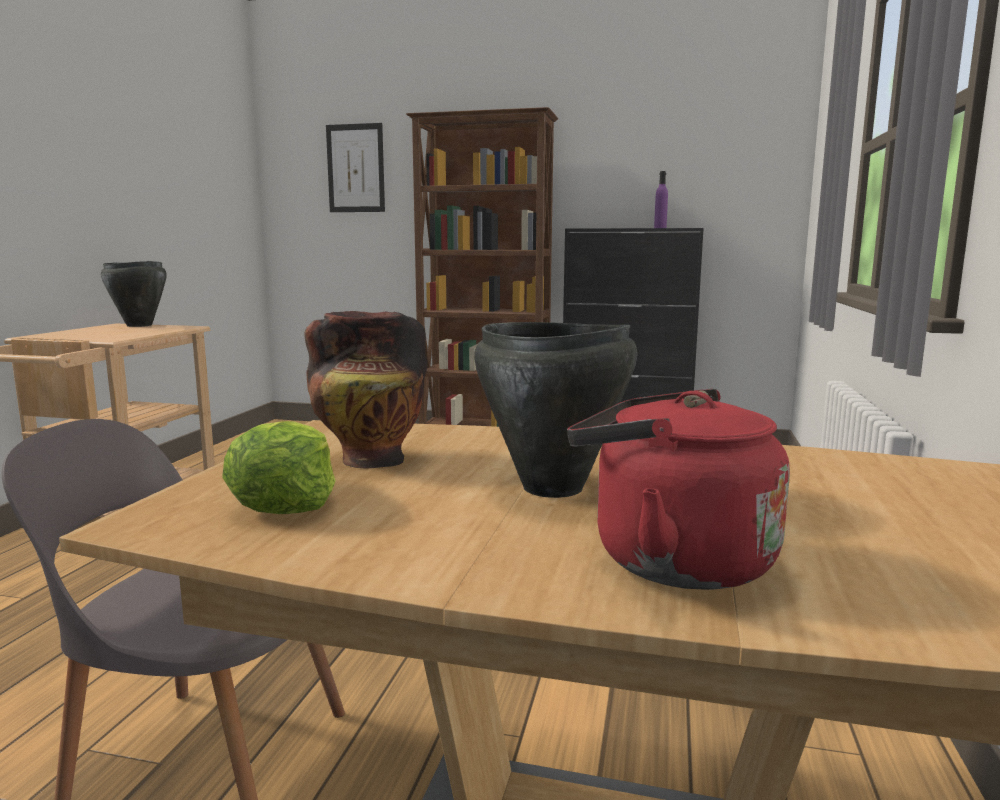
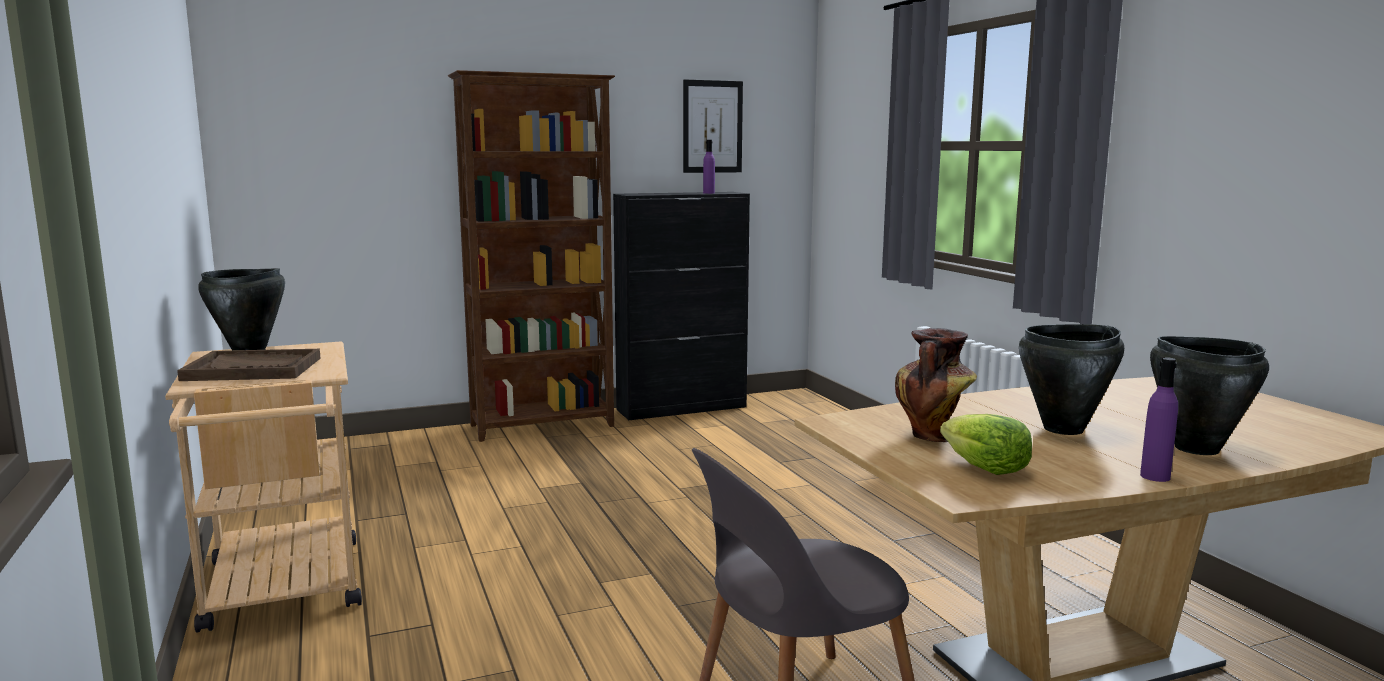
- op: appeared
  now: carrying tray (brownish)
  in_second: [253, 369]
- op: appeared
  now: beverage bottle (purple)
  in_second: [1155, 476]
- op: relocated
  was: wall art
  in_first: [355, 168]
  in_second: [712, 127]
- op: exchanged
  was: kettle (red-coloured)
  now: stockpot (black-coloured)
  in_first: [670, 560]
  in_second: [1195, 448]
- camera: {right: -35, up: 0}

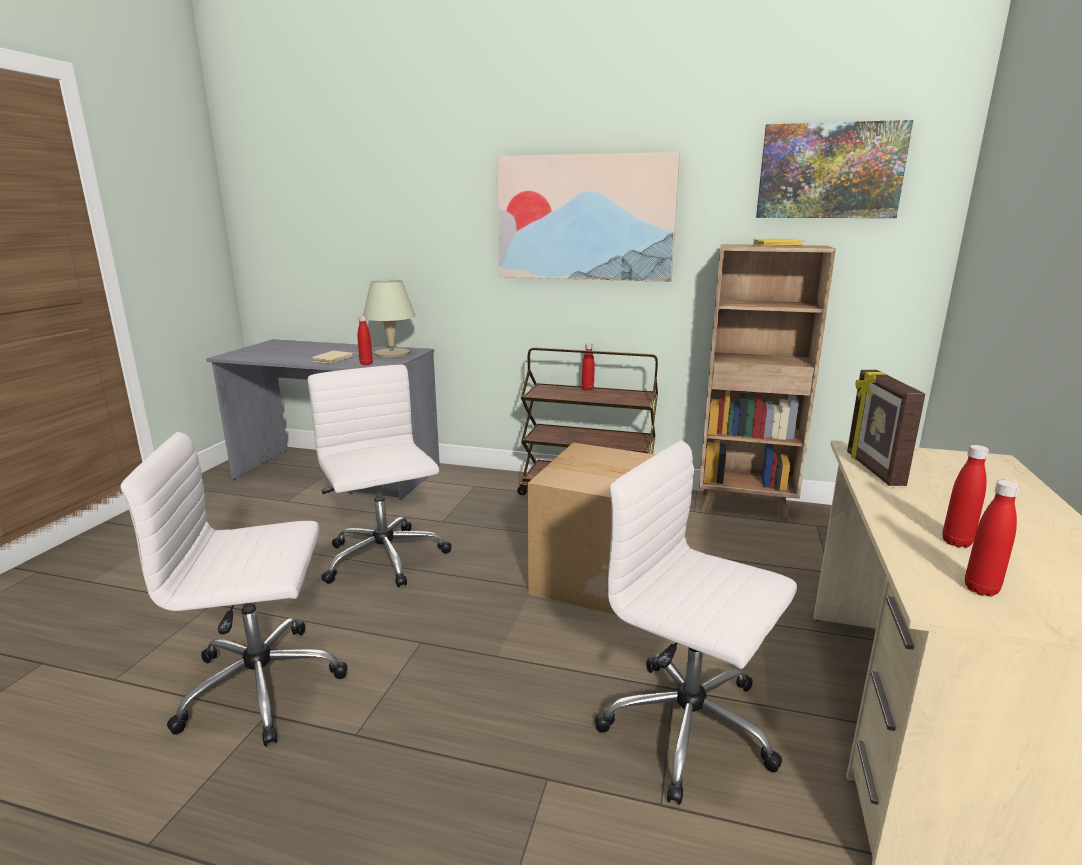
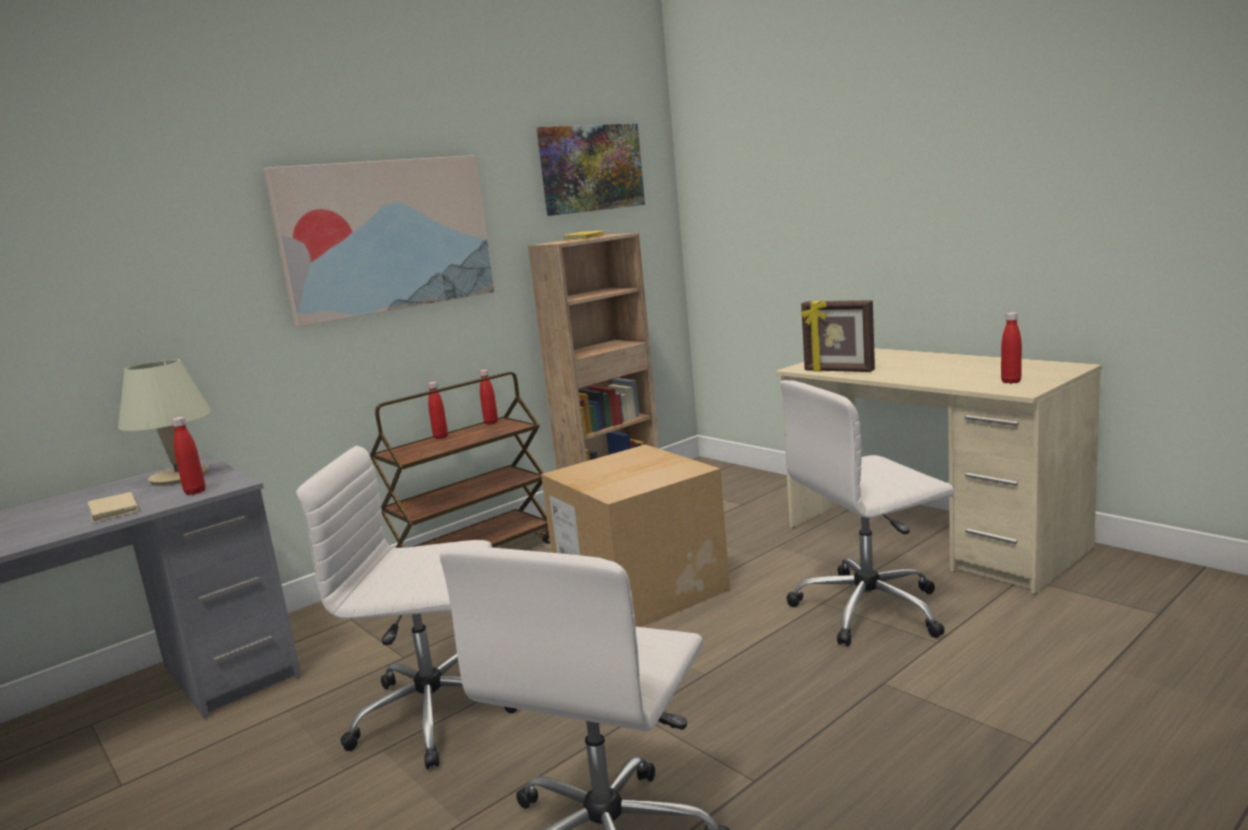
- op: relocated
  was: beverage bottle (red-coloured)
  in_first: [956, 542]
  in_second: [491, 423]
- camera: {right: -55, up: -5}

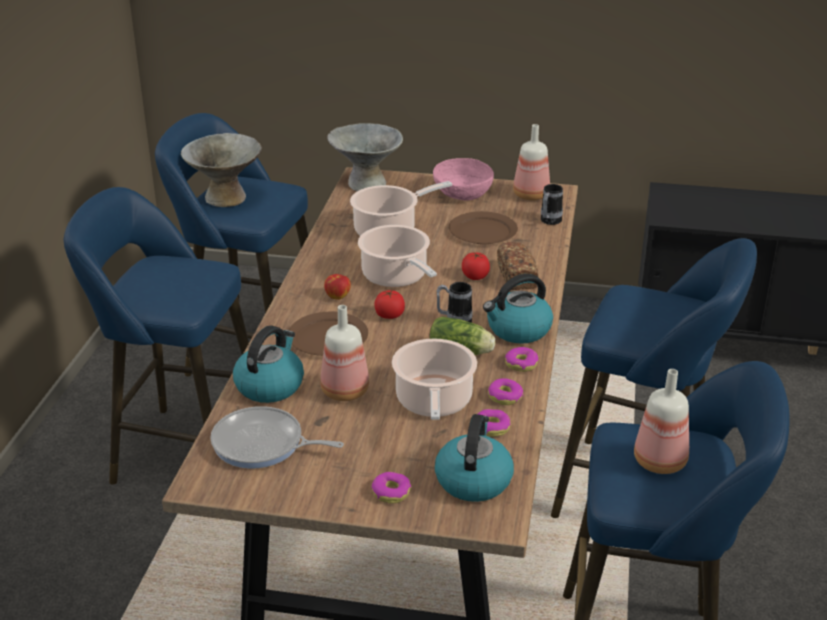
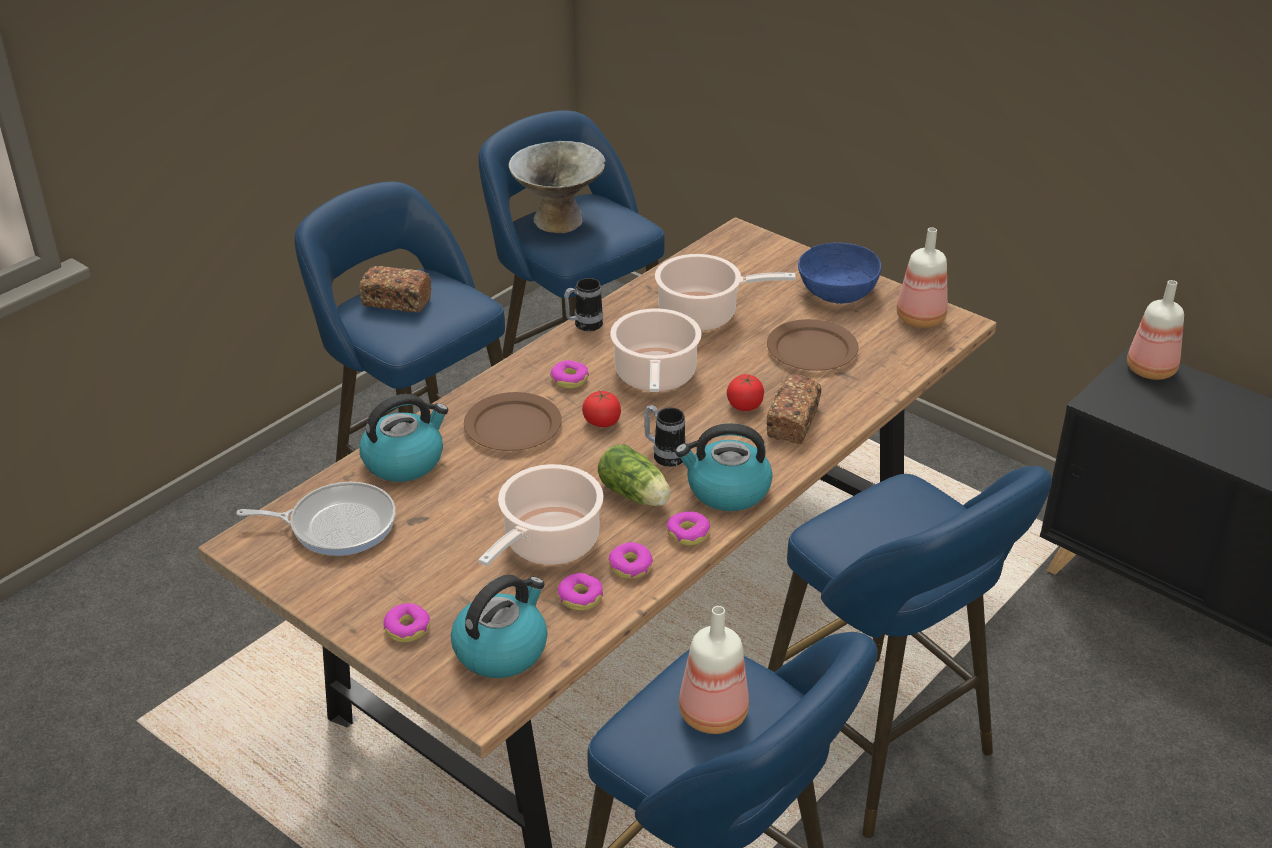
- op: missing
  was: bowl (gray)
  in_first: [366, 183]
- op: appeared
  now: bakery bread
  in_second: [396, 301]
- op: relocated
  was: beverage bottle
  in_first: [343, 391]
  in_second: [1149, 369]
- op: relocated
  was: mug
  in_first: [549, 222]
  in_second: [583, 326]
- op: exchanged
  was: whole apple
  now: donut
  in_first: [337, 296]
  in_second: [569, 379]
- op: colour
  was: bowl (pinkish)
  now: bowl (blue)
  in_first: [462, 193]
  in_second: [837, 292]
- op: spun
  was: skillet
  in_first: [262, 445]
  in_second: [337, 525]
  clockwise: 135
- camera: {right: 30, up: 5}

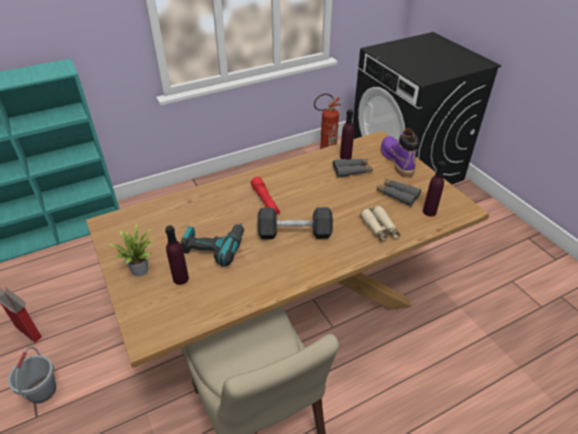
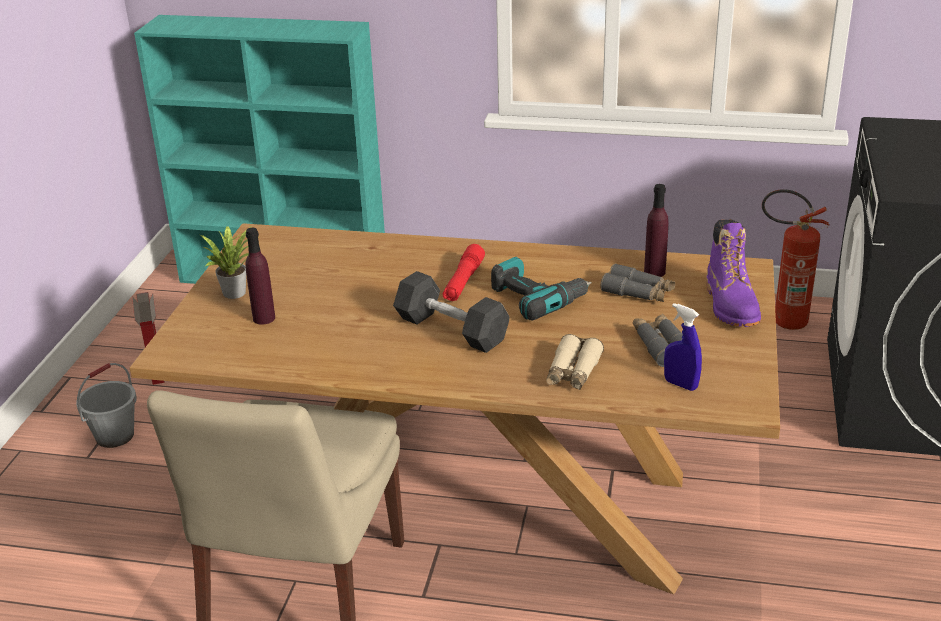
- op: relocated
  was: power drill
  in_first: [214, 246]
  in_second: [537, 298]
- op: exchanged
  was: beverage bottle (purple)
  now: spray bottle (blue)
  in_first: [429, 212]
  in_second: [680, 384]
- op: spun
  was: boot (purple)
  in_first: [396, 161]
  in_second: [731, 305]
  clockwise: 150
- camera: {right: 40, up: -10}

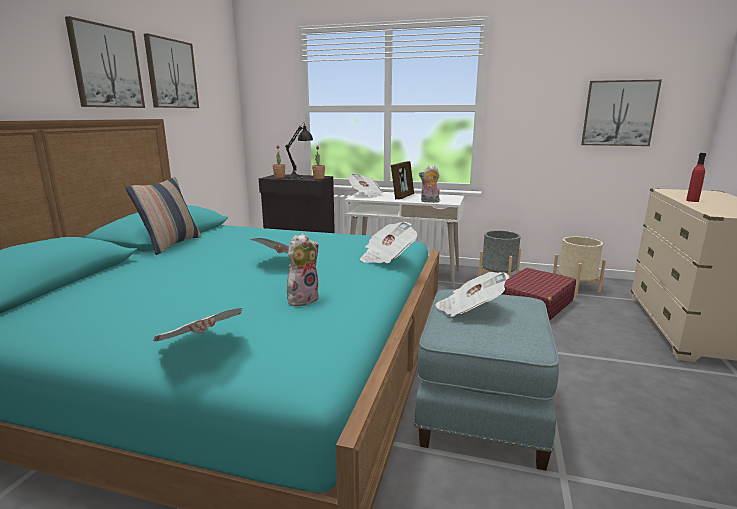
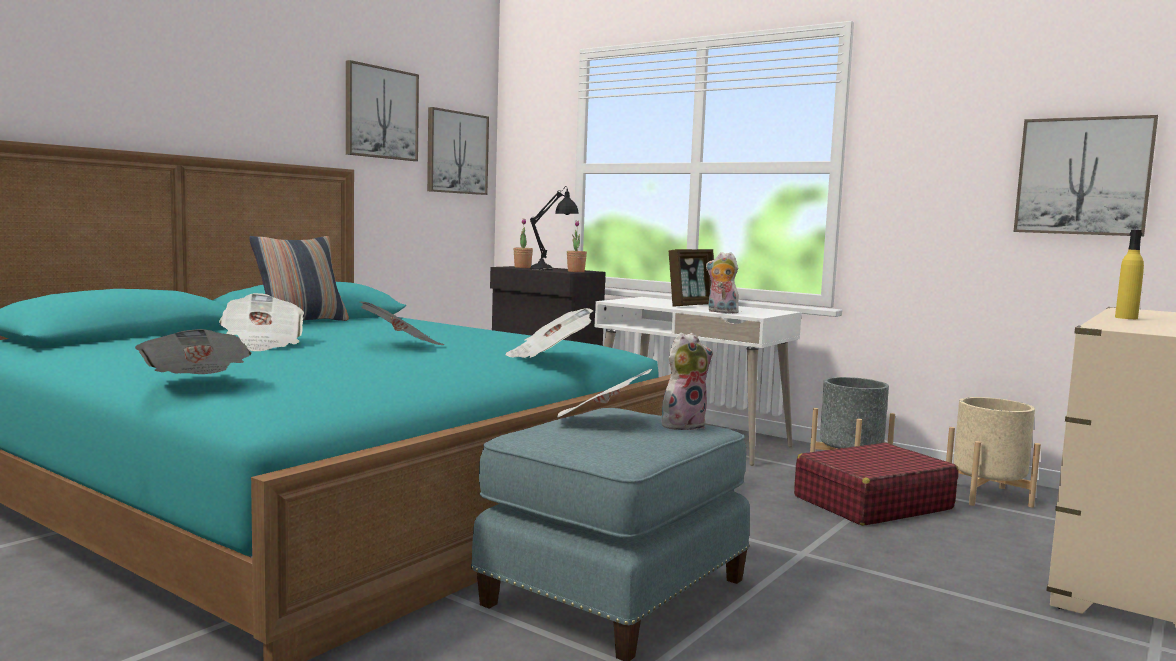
- op: relocated
  was: wall art
  in_first: [106, 67]
  in_second: [456, 152]
- op: relocated
  was: plush toy
  in_first: [302, 299]
  in_second: [683, 425]
- op: relocated
  was: newspaper
  in_first: [365, 195]
  in_second: [263, 345]
- op: colour
  was: beverage bottle (red-coloured)
  now: beverage bottle (yellowish)
  in_first: [692, 200]
  in_second: [1126, 318]
- camera: {right: 20, up: -10}

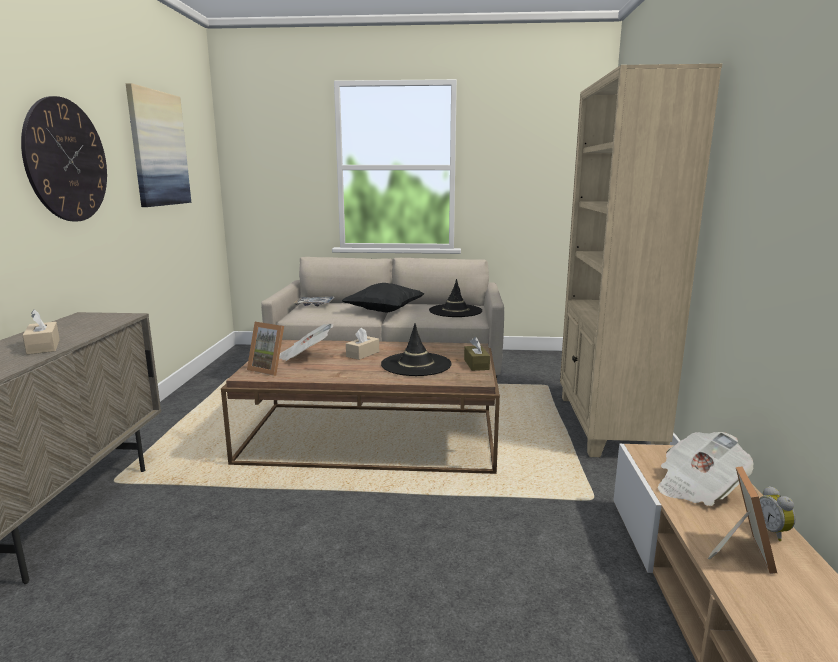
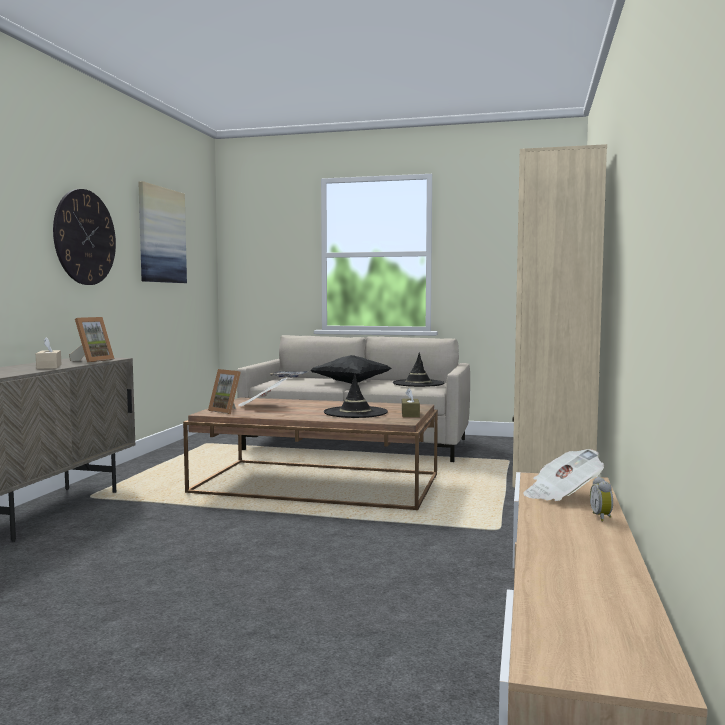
- op: missing
  was: tissue box (beige-coloured)
  in_first: [363, 354]
- op: relocated
  was: photo frame
  in_first: [740, 551]
  in_second: [92, 360]
- camera: {right: 10, up: -10}

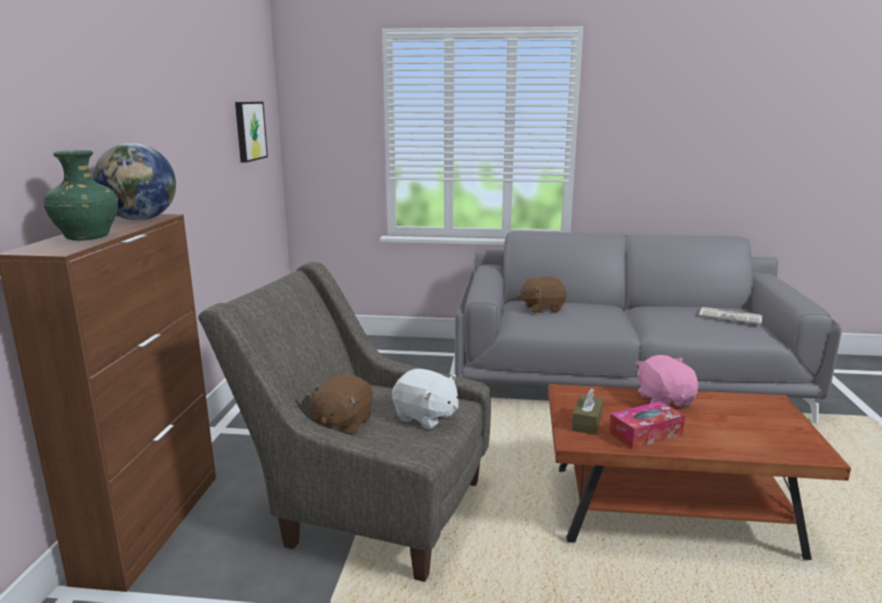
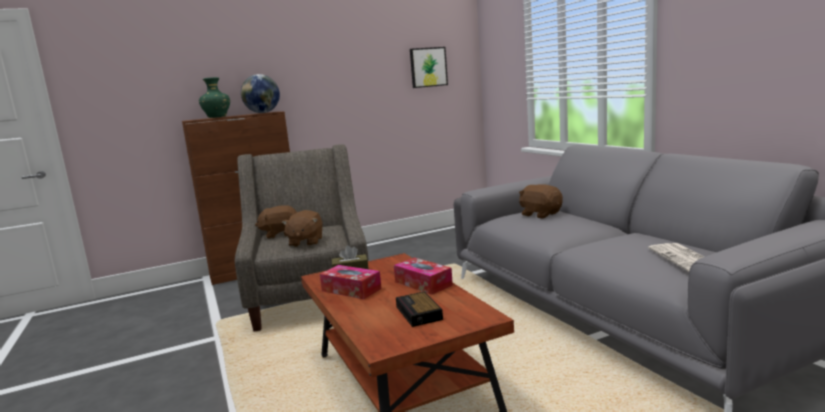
- op: appeared
  now: alarm clock
  in_second: [419, 313]
- op: exchanged
  was: plush toy (pinkish)
  now: tissue box
  in_first: [664, 400]
  in_second: [423, 283]
- op: colour
  was: plush toy (white-coloured)
  now: plush toy (brownish)
  in_first: [426, 417]
  in_second: [305, 242]
- camera: {right: 60, up: -5}

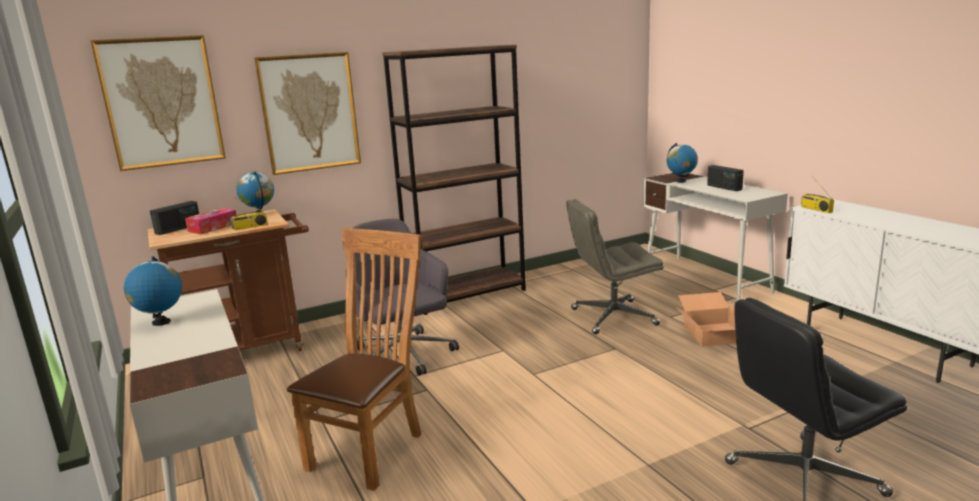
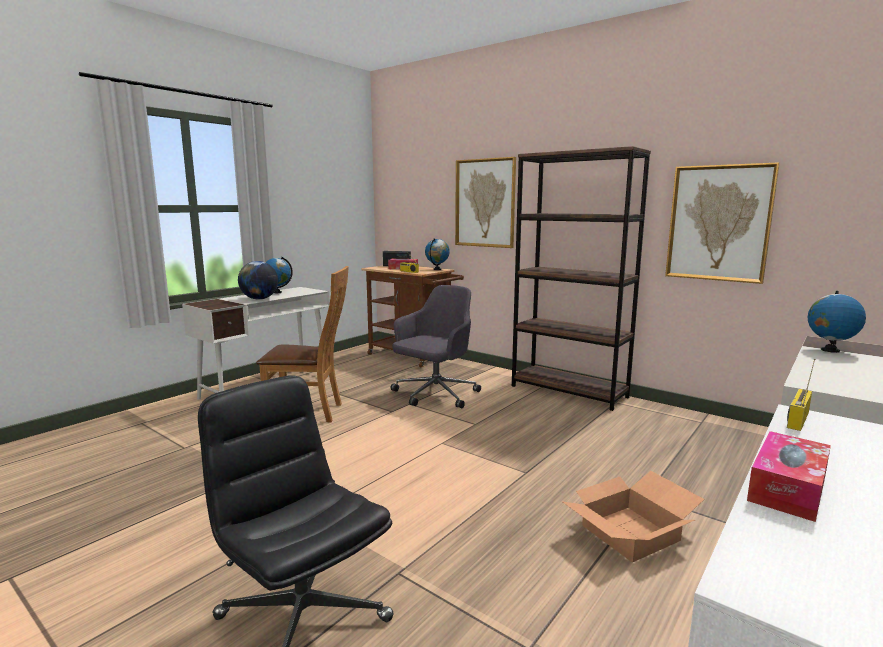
- op: missing
  was: desk chair (gray)
  in_first: [612, 317]
- op: missing
  was: radio receiver
  in_first: [724, 187]
- op: appeared
  now: desk globe
  in_second: [259, 299]
- op: appeared
  now: tissue box
  in_second: [787, 488]
- op: relocated
  was: wall art
  in_first: [161, 102]
  in_second: [719, 223]
- camera: {right: 65, up: -5}

